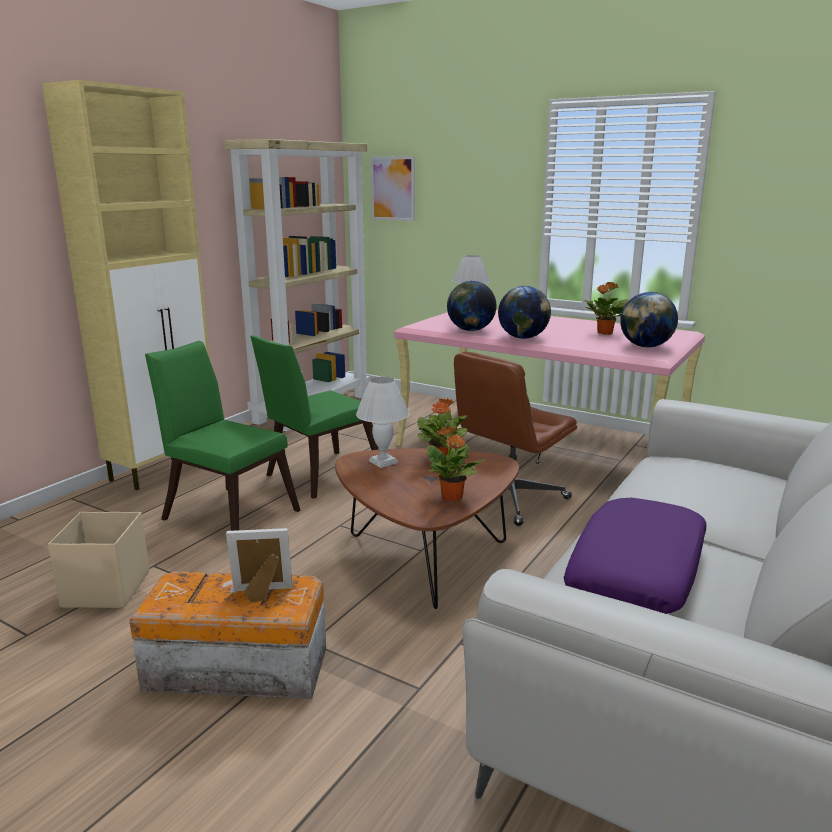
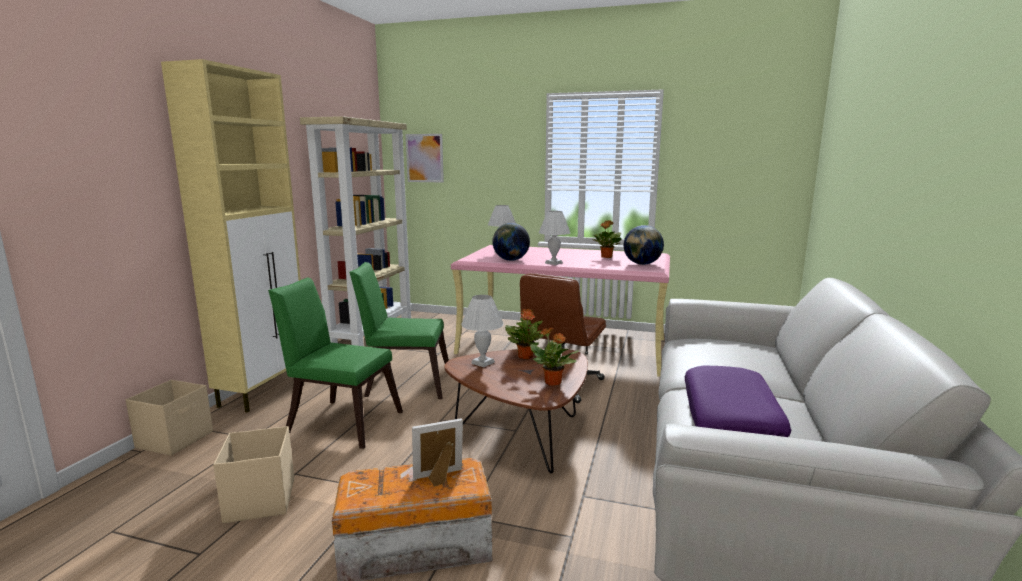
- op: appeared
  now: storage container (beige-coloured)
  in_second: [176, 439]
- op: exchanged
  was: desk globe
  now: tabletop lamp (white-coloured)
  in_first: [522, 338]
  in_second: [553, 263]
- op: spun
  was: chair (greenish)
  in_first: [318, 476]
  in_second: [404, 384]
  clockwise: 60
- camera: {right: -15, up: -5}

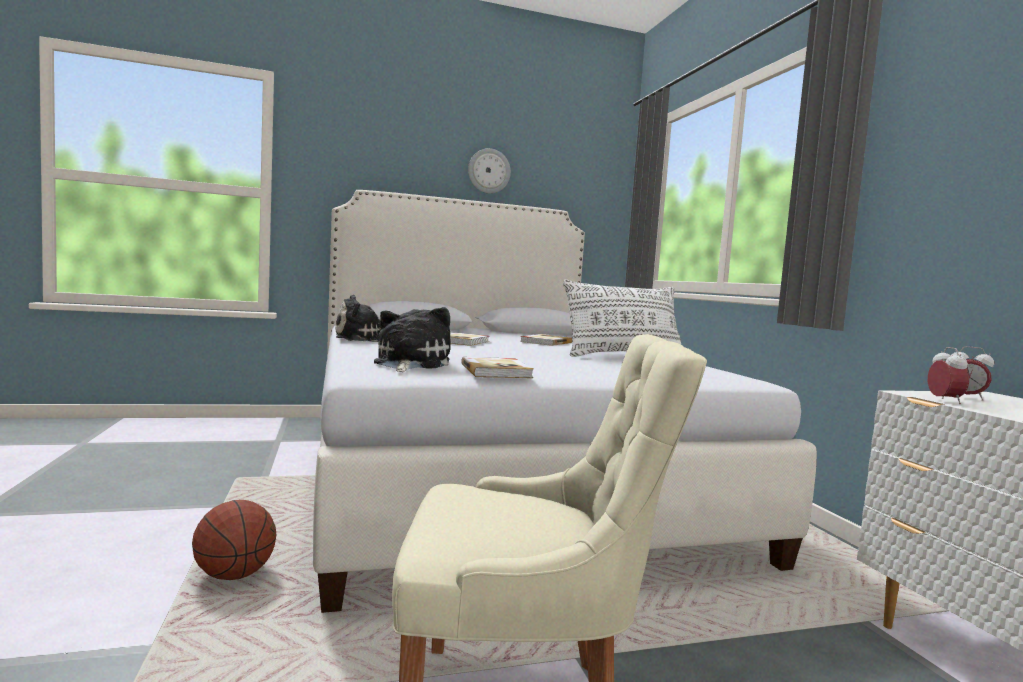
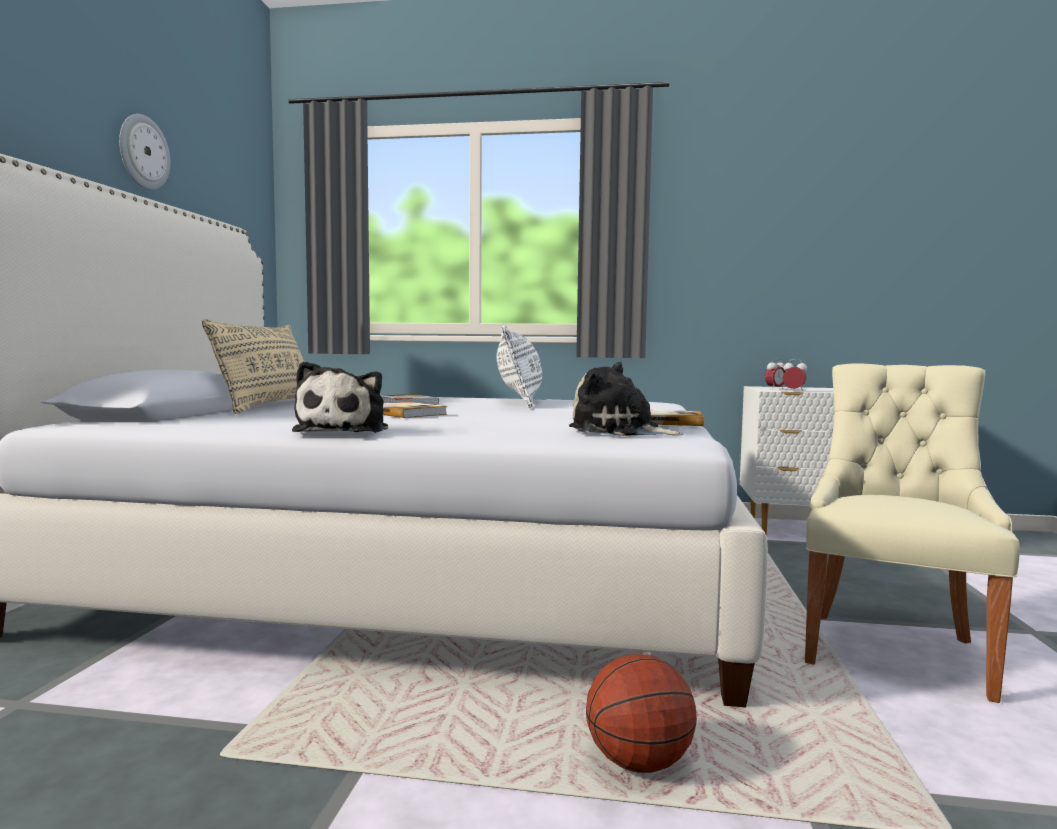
- op: appeared
  now: pillow (beige-coloured)
  in_second: [268, 406]
- camera: {right: -65, up: 0}

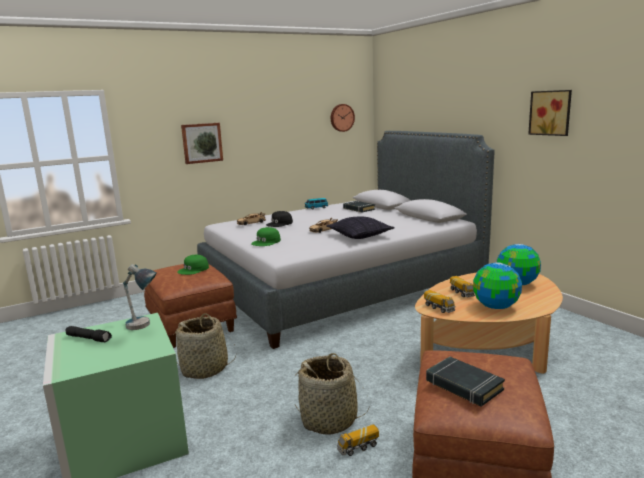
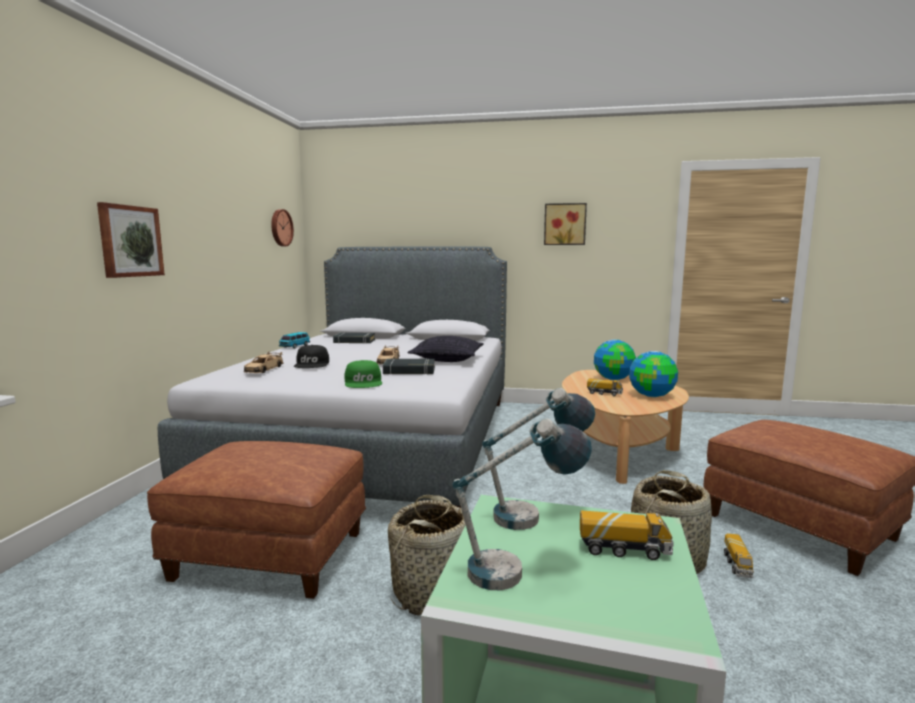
- op: missing
  was: peaked cap (greenish)
  in_first: [193, 269]
- op: relocated
  was: model truck
  in_first: [439, 308]
  in_second: [624, 550]
- op: relocated
  was: bound book (black-coloured)
  in_first: [463, 385]
  in_second: [409, 371]
- op: exchanged
  was: flashlight (black-coloured)
  now: tabletop lamp
  in_first: [89, 338]
  in_second: [518, 571]
- camera: {right: -50, up: -5}

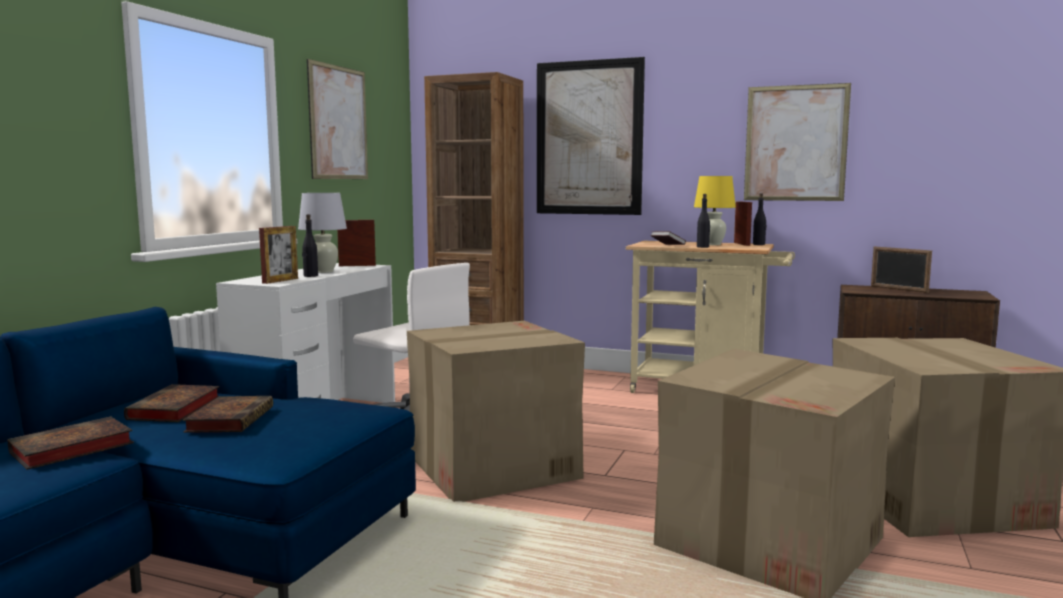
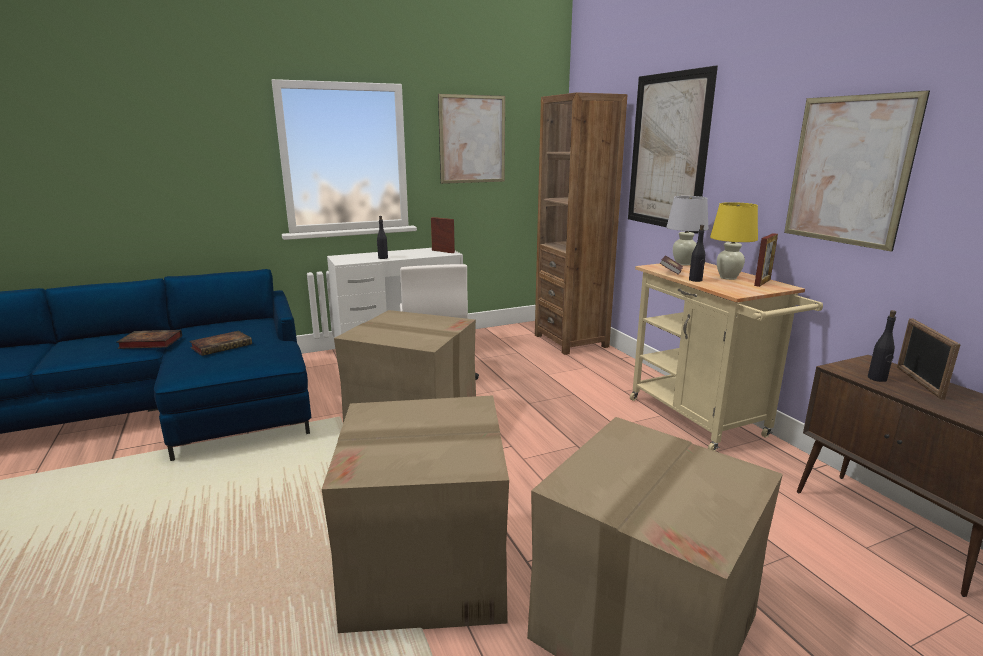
- op: missing
  was: bound book
  in_first: [174, 409]
- op: missing
  was: photo frame
  in_first: [280, 281]
- op: relocated
  was: tabletop lamp (white-coloured)
  in_first: [324, 271]
  in_second: [683, 264]
- op: relocated
  was: beverage bottle (black-coloured)
  in_first: [759, 244]
  in_second: [877, 378]
- camera: {right: 45, up: 10}

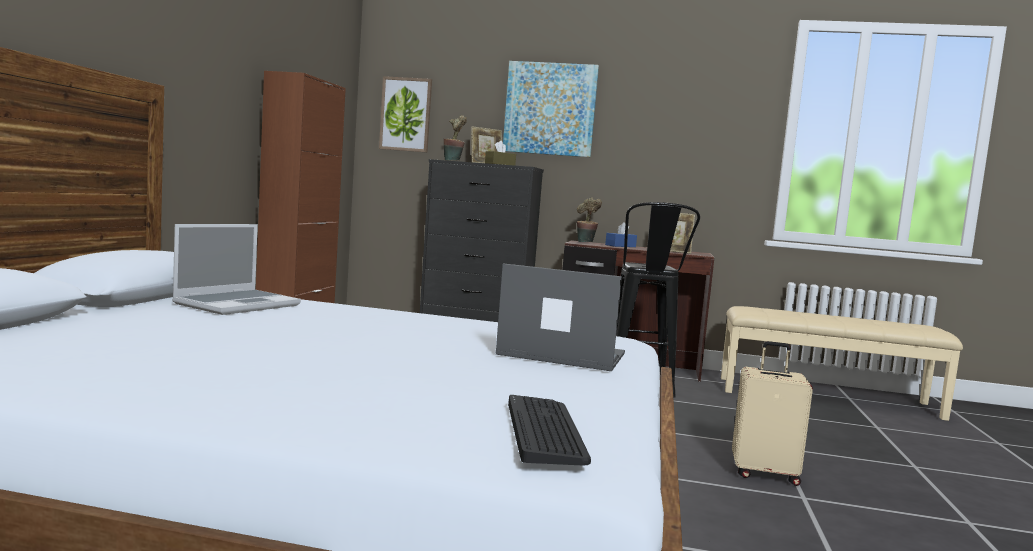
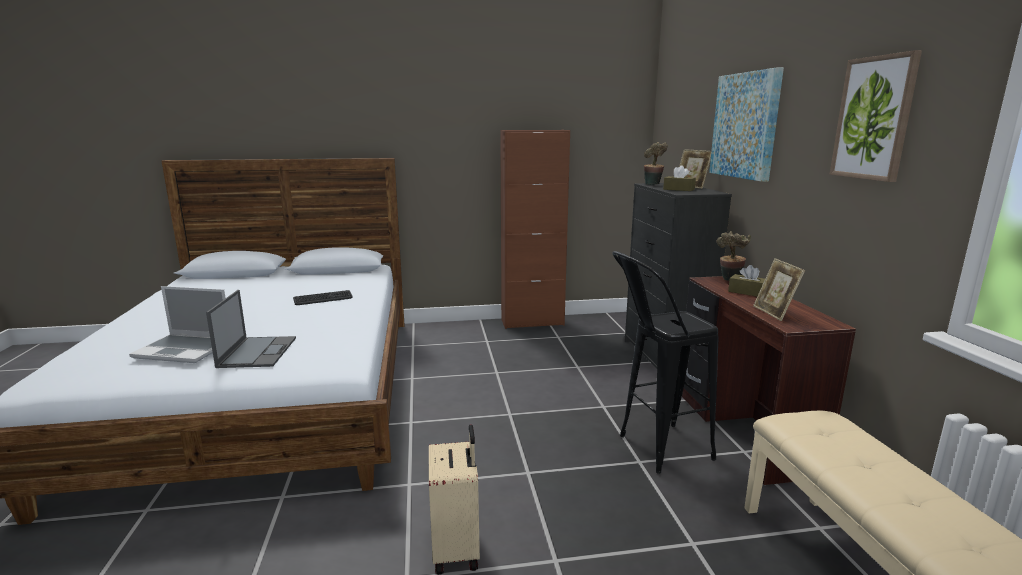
- op: relocated
  was: portable computer
  in_first: [238, 304]
  in_second: [185, 350]
- op: relocated
  was: wall art
  in_first: [406, 114]
  in_second: [874, 118]
- op: relocated
  was: keyboard
  in_first: [545, 431]
  in_second: [323, 299]
- op: colour
  was: tissue box (blue)
  now: tissue box (brownish)
  in_first: [620, 246]
  in_second: [747, 292]
- camera: {right: 70, up: 10}

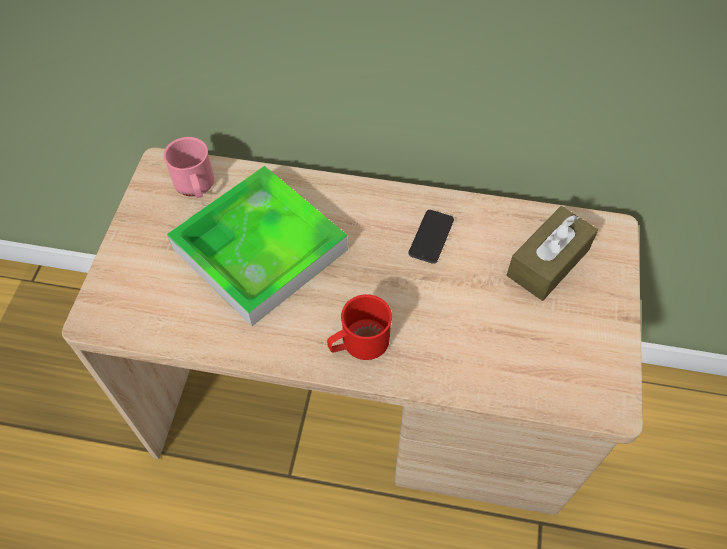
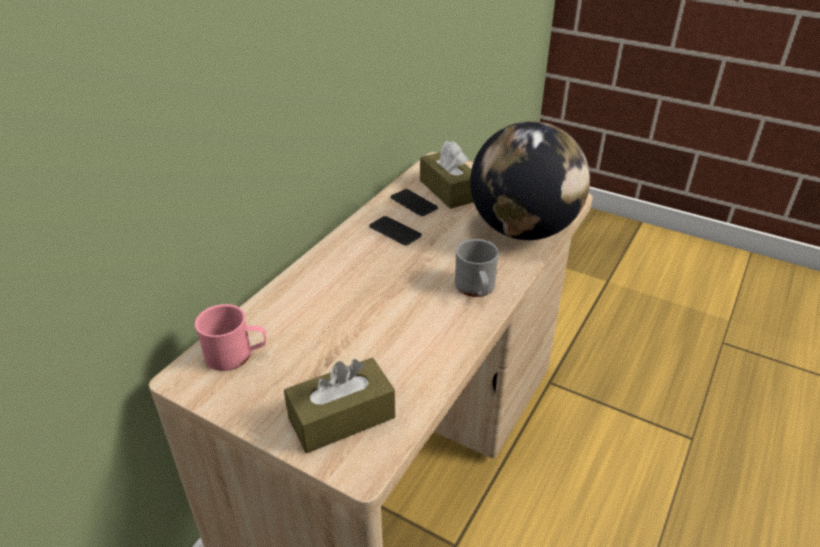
- op: missing
  was: carrying tray
  in_first: [260, 249]
- op: appeared
  now: tissue box (brownish)
  in_second: [341, 417]
- op: appeared
  now: telephone
  in_second: [413, 203]
- op: appeared
  now: desk globe
  in_second: [523, 230]
- op: colour
  was: mug (red-coloured)
  now: mug (gray)
  in_first: [358, 343]
  in_second: [476, 289]
- camera: {right: -70, up: -20}

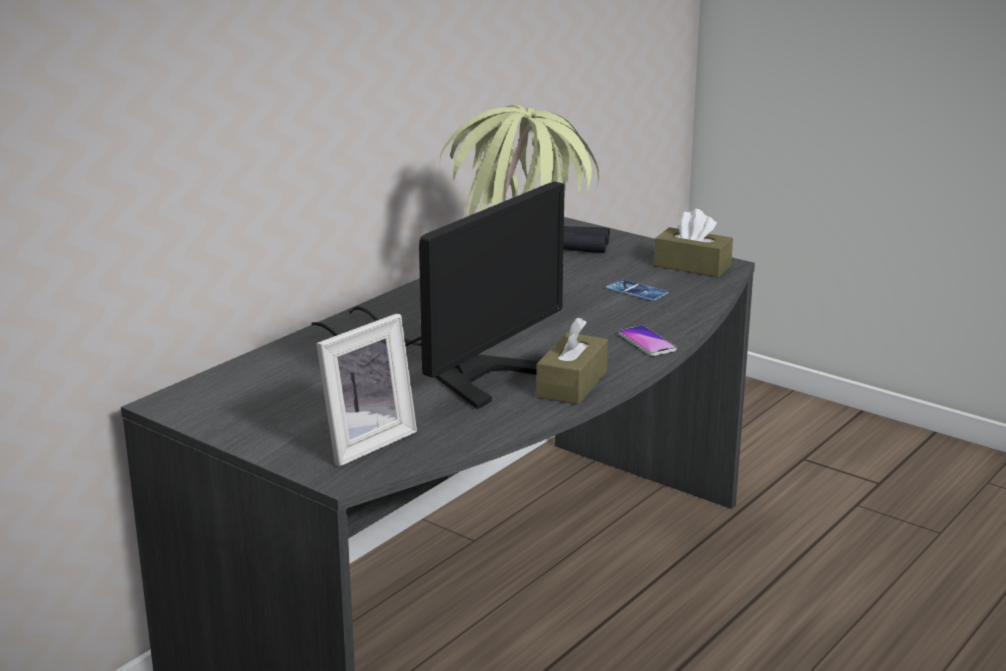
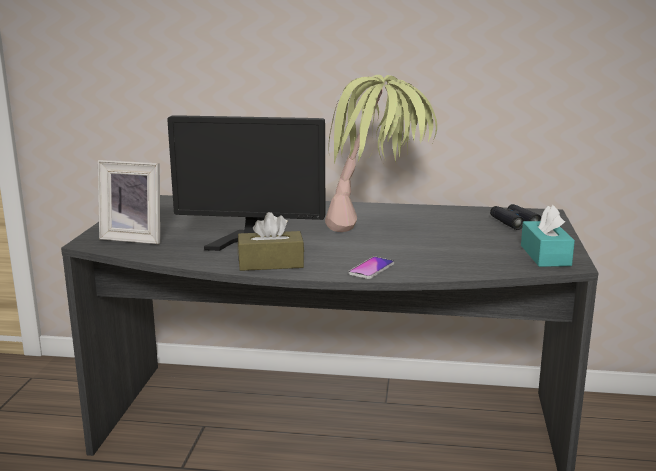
- op: missing
  was: telephone
  in_first: [636, 291]
- op: colour
  was: tissue box (brownish)
  now: tissue box (blue-green)
  in_first: [692, 266]
  in_second: [545, 255]
- camera: {right: 60, up: -5}

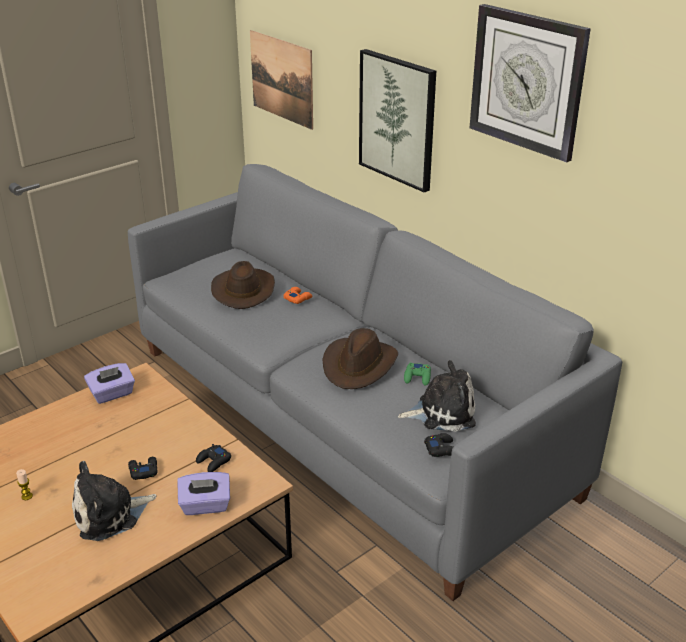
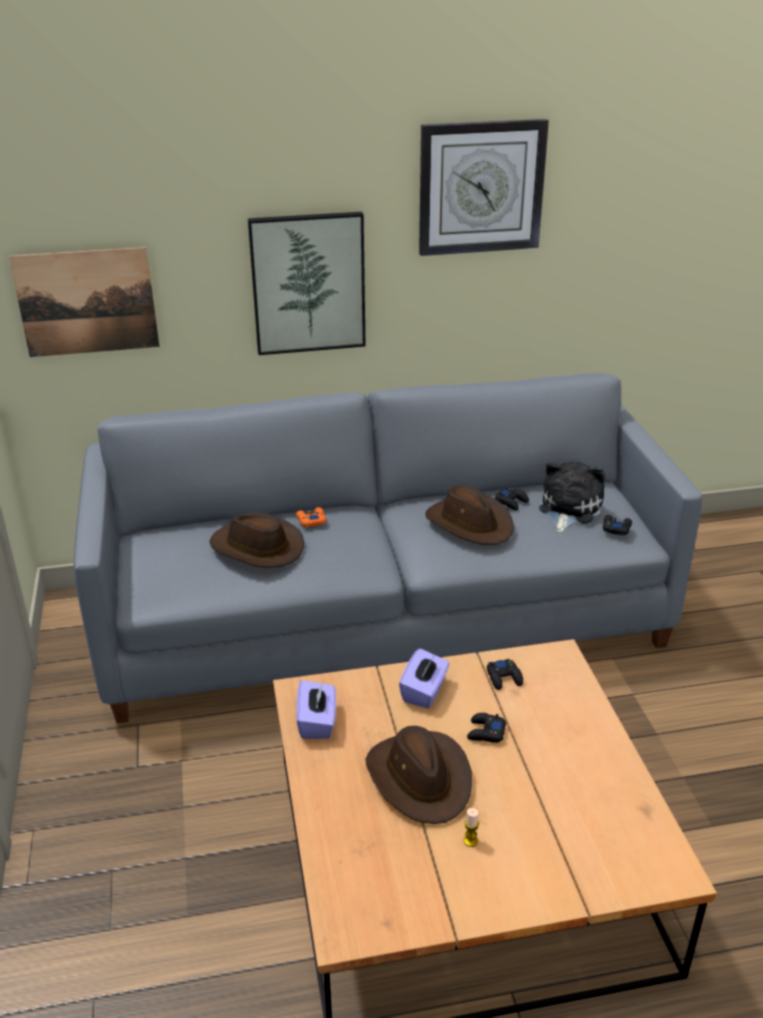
- op: missing
  was: plush toy
  in_first: [110, 514]
- op: appeared
  now: clothing hat (brownish)
  in_second: [420, 778]
- op: relocated
  was: tissue box (purple)
  in_first: [205, 506]
  in_second: [424, 691]
- op: colour
  was: game controller (greenish)
  now: game controller (black-coloured)
  in_first: [417, 377]
  in_second: [511, 502]
- camera: {right: -60, up: 0}

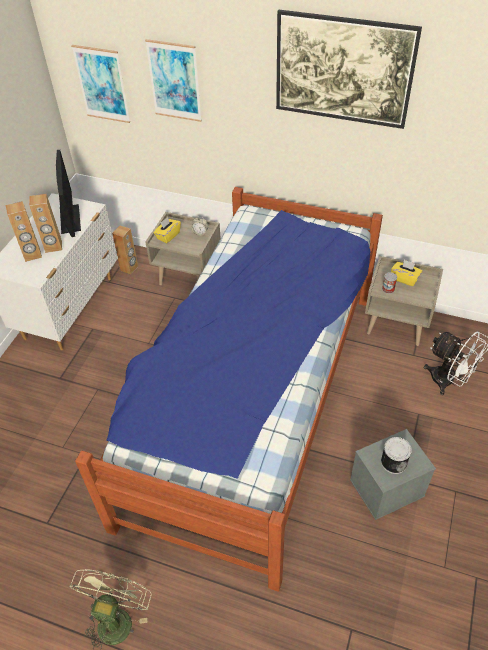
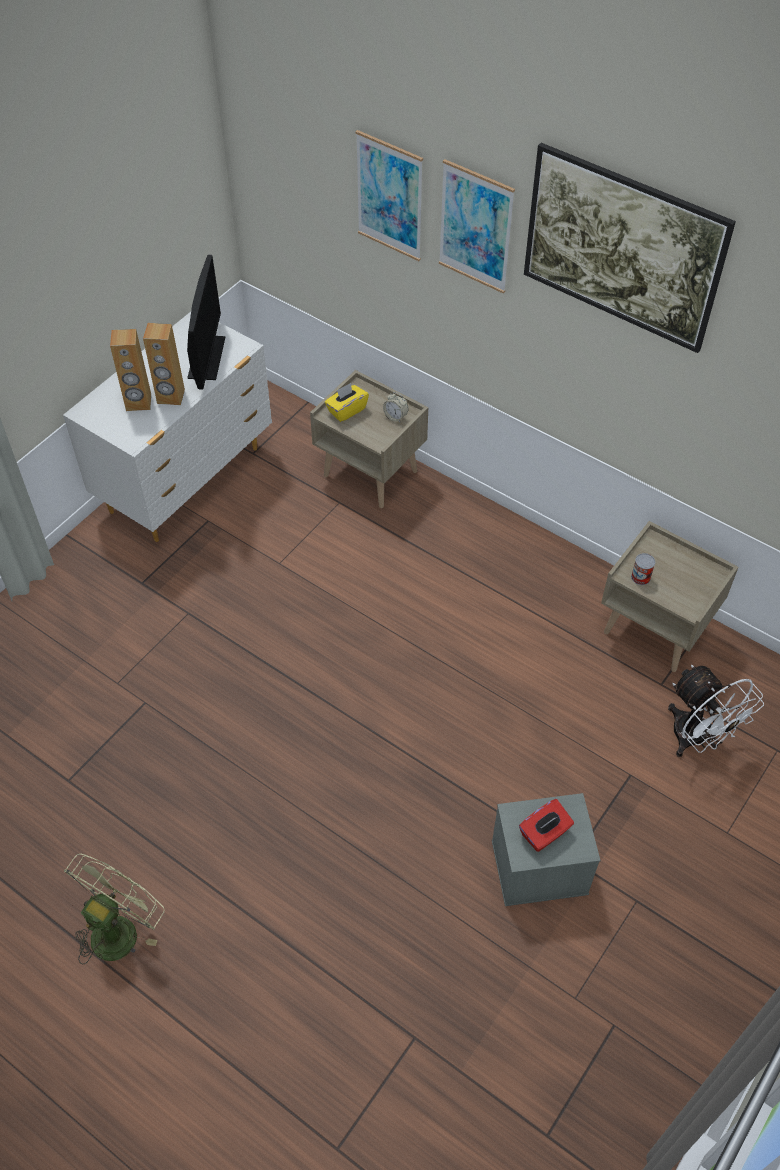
- op: missing
  was: bed
  in_first: [252, 400]
- op: missing
  was: speaker (brownish)
  in_first: [129, 268]
- op: missing
  was: tissue box (yellowish)
  in_first: [404, 278]
- op: relocated
  was: wall art
  in_first: [102, 84]
  in_second: [475, 227]
- op: exchanged
  was: can
  now: tissue box (red-coloured)
  in_first: [393, 461]
  in_second: [544, 833]
- camera: {right: 15, up: 5}

